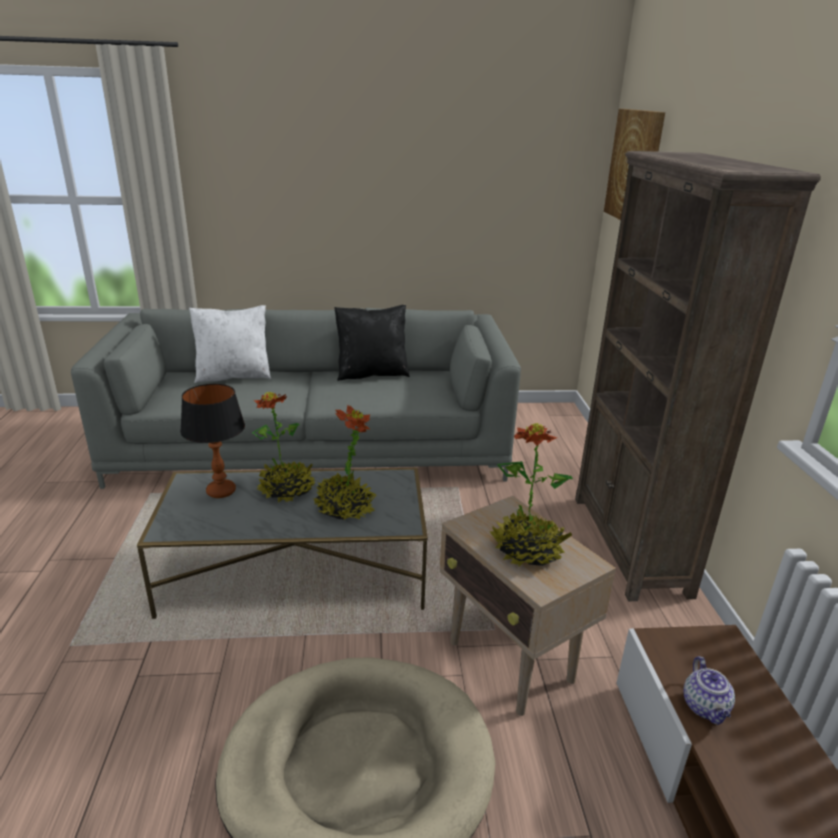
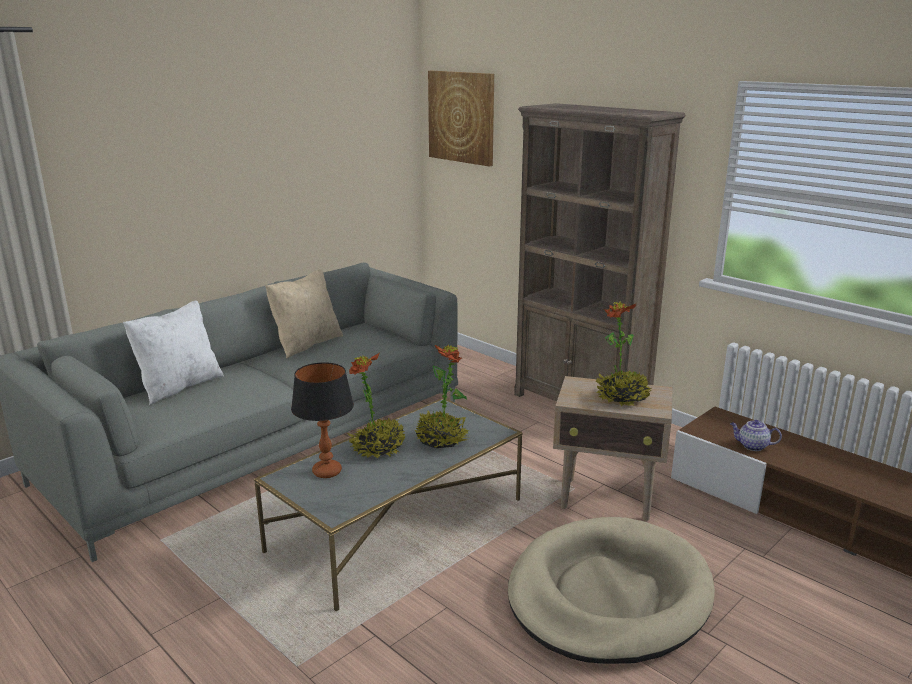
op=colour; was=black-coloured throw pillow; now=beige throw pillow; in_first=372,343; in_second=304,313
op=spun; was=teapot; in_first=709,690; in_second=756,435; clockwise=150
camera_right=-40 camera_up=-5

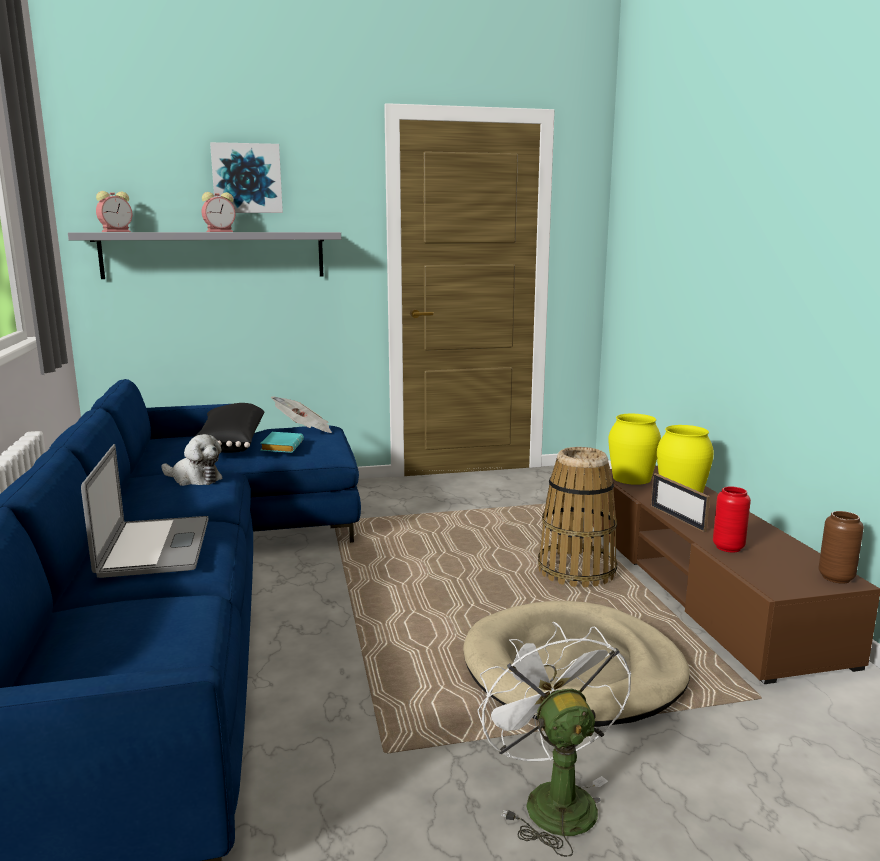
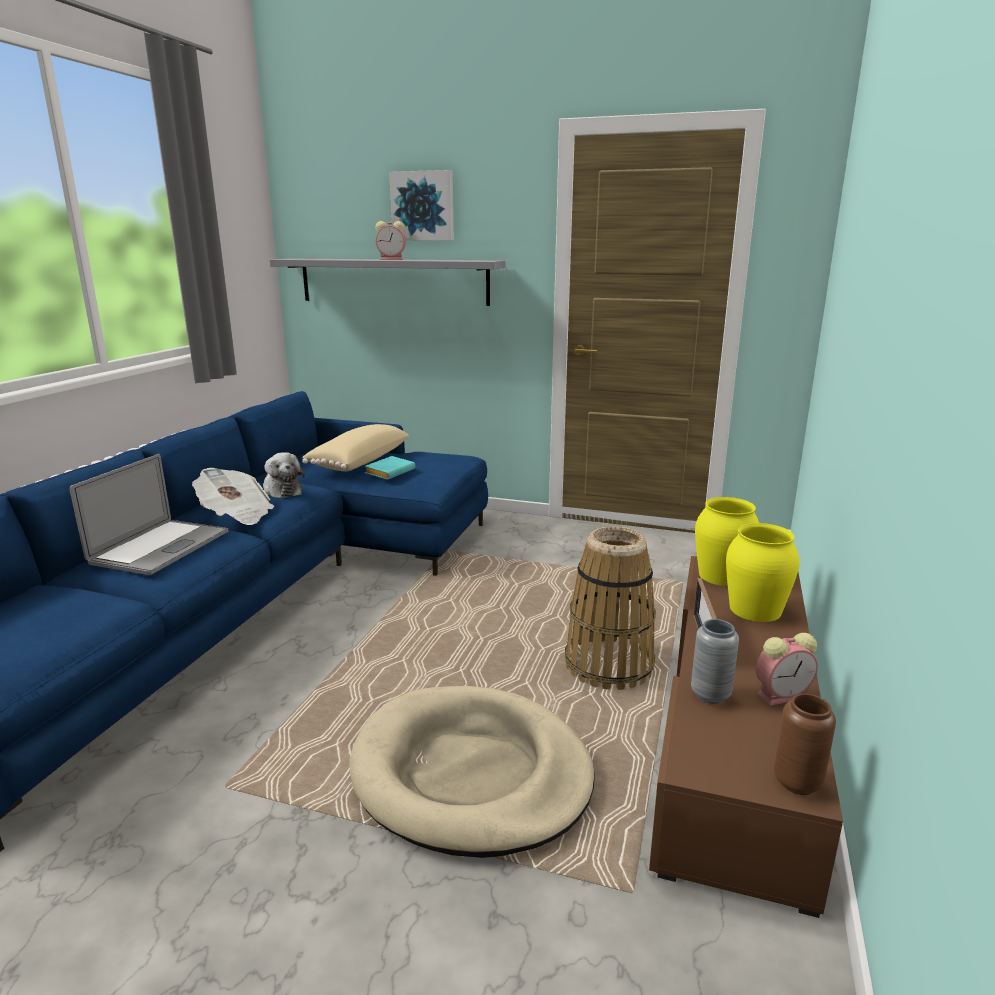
op=relocated; was=table clock; in_first=114,211; in_second=787,669
op=colour; was=black-coloured throw pillow; now=beige throw pillow; in_first=230,428; in_second=355,447
op=relocated; was=printed paper; in_first=301,414; in_second=233,496
op=missing; was=white-coloured electric fan; in_first=554,739
op=colour; was=red decorative vase; now=grey decorative vase; in_first=732,519; in_second=715,661
camera_right=30 camera_up=5

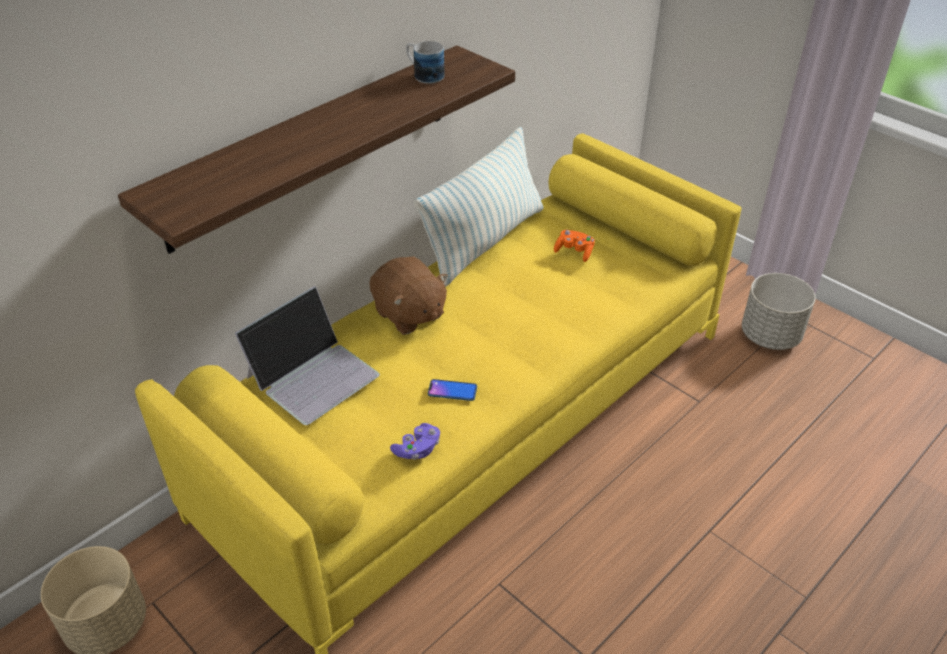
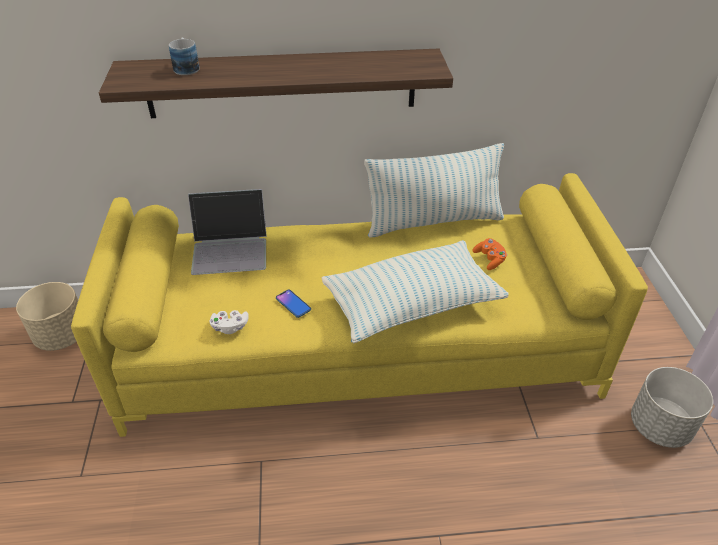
op=missing; was=brown-coloured plush toy; in_first=408,295
op=colour; was=purple-coloured game controller; now=white-coloured game controller; in_first=415,441; in_second=229,322
op=relocated; was=tea mug; in_first=425,62; in_second=184,56
op=appeared; now=throw pillow; in_second=415,291
camera_right=40 camera_up=0

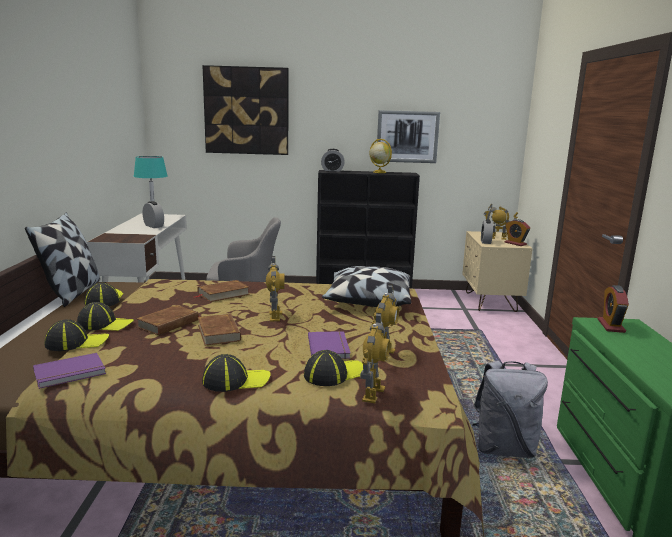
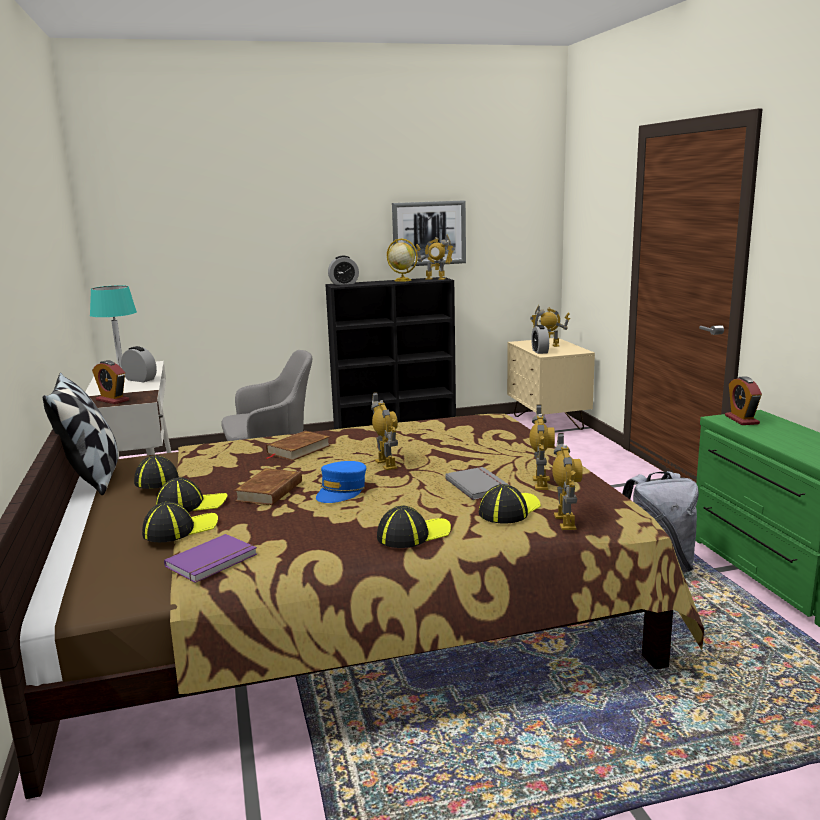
op=exchanged; was=brown-coloured book; now=blue cap; in_first=219,330; in_second=341,482
op=missing; was=wall art; in_first=245,110
op=colour; was=purple-coloured book; now=grey book; in_first=329,345; in_second=477,483
op=missing; was=throw pillow; in_first=366,286
op=relocated; was=table clock; in_first=517,232; in_second=110,382
op=appeared; now=robot figure; in_second=435,257
camera_right=-15 camera_up=0

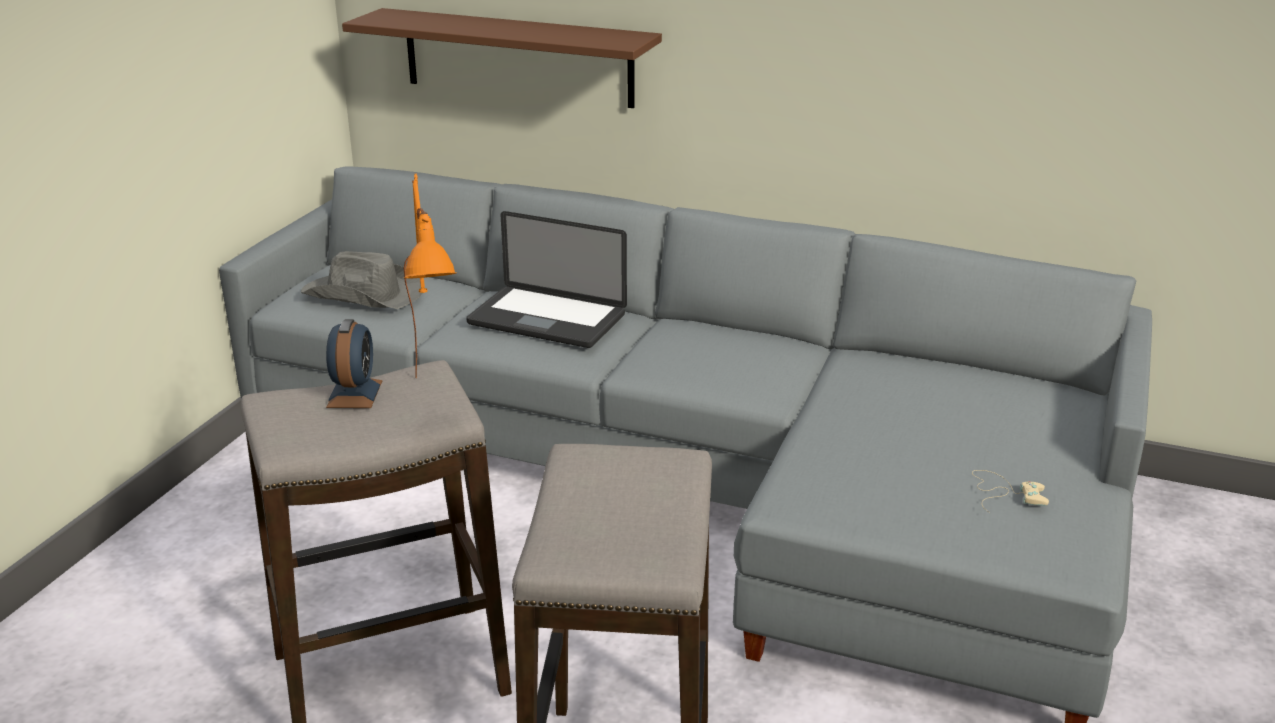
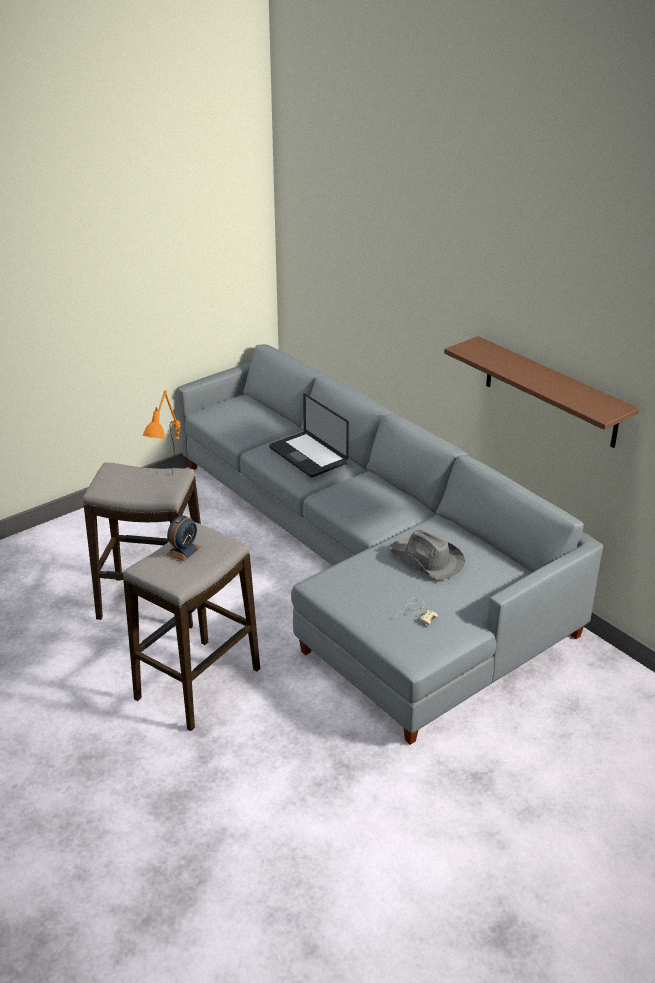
op=relocated; was=grey wearable hat; in_first=362,280; in_second=427,555
op=relocated; was=table clock; in_first=354,363; in_second=183,538
op=relocated; was=brown-coloured shelf; in_first=502,58; in_second=541,392
camera_right=30 camera_up=5

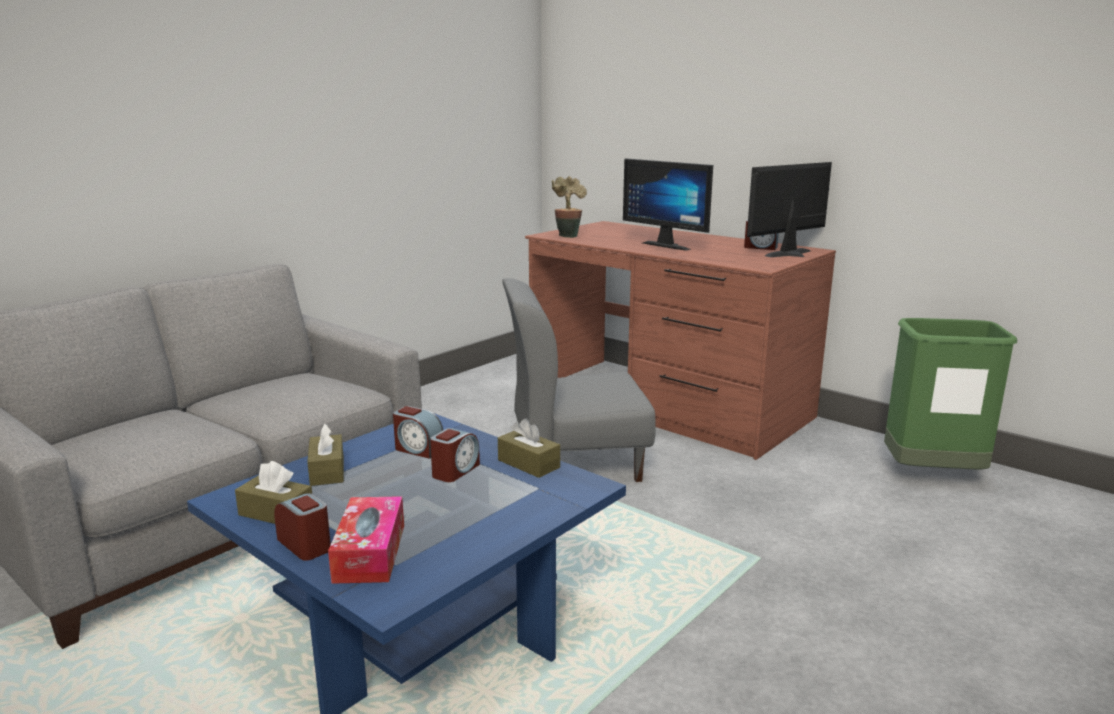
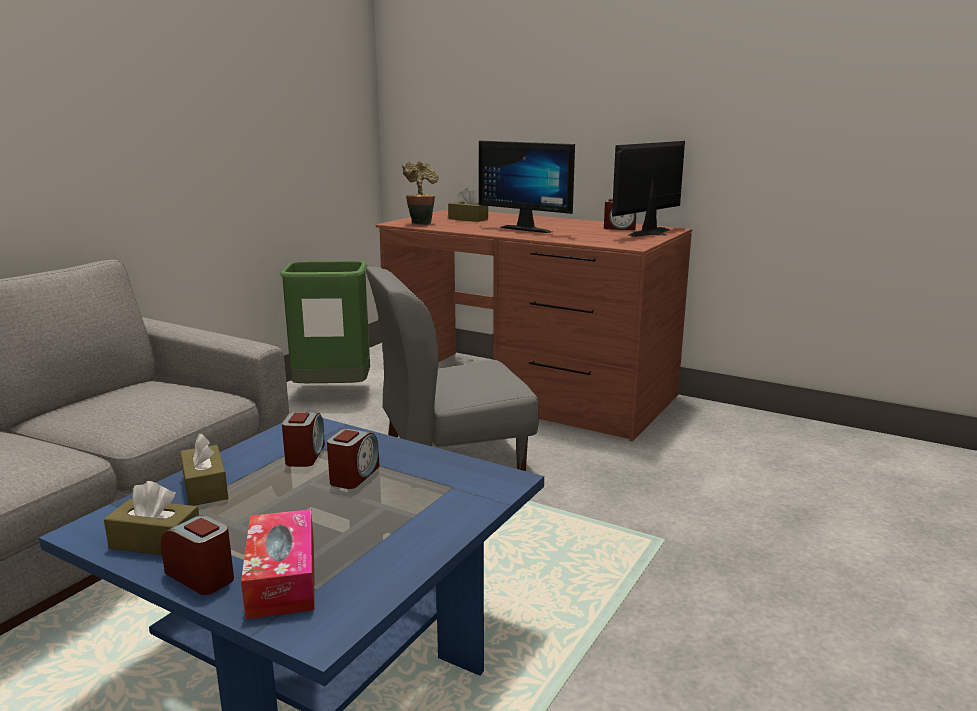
op=spun; was=table clock; in_first=418,432; in_second=303,439; clockwise=-105
op=relocated; was=brown-coloured tissue holder; in_first=529,448; in_second=468,205
op=relocated; was=green-coloured rubbish bin; in_first=950,393; in_second=325,322
camera_right=-10 camera_up=0

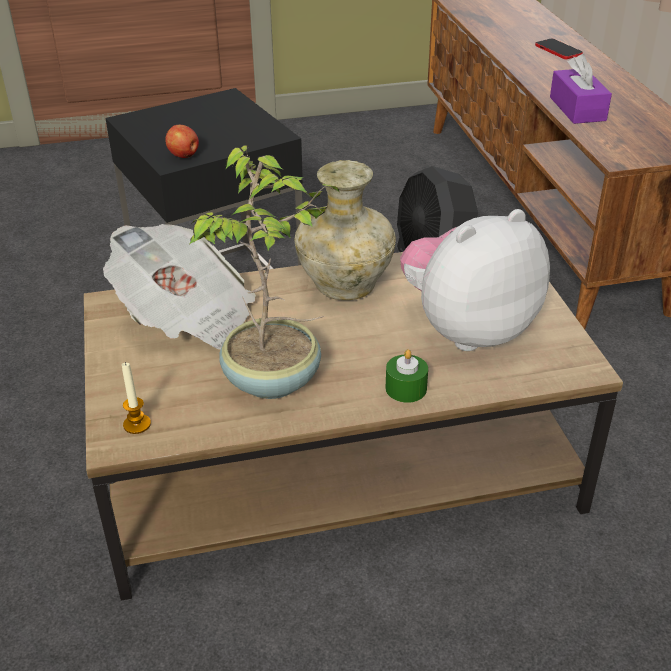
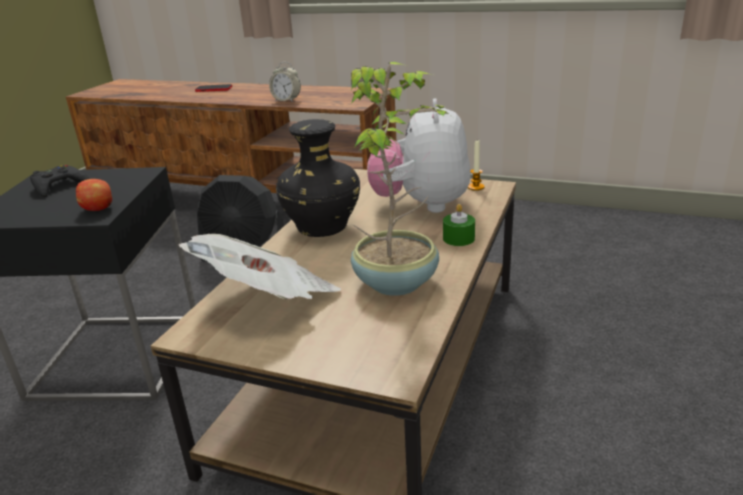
op=relocated; was=candle; in_first=136,398; in_second=476,166
op=colour; was=beige decorative vase; now=black-coloured decorative vase; in_first=345,230; in_second=318,178
op=exchanged; was=purple-coloured tissue holder; now=table clock; in_first=581,89; in_second=285,82
op=appeared; now=black-coloured game controller; in_second=59,181
camera_right=-55 camera_up=-10

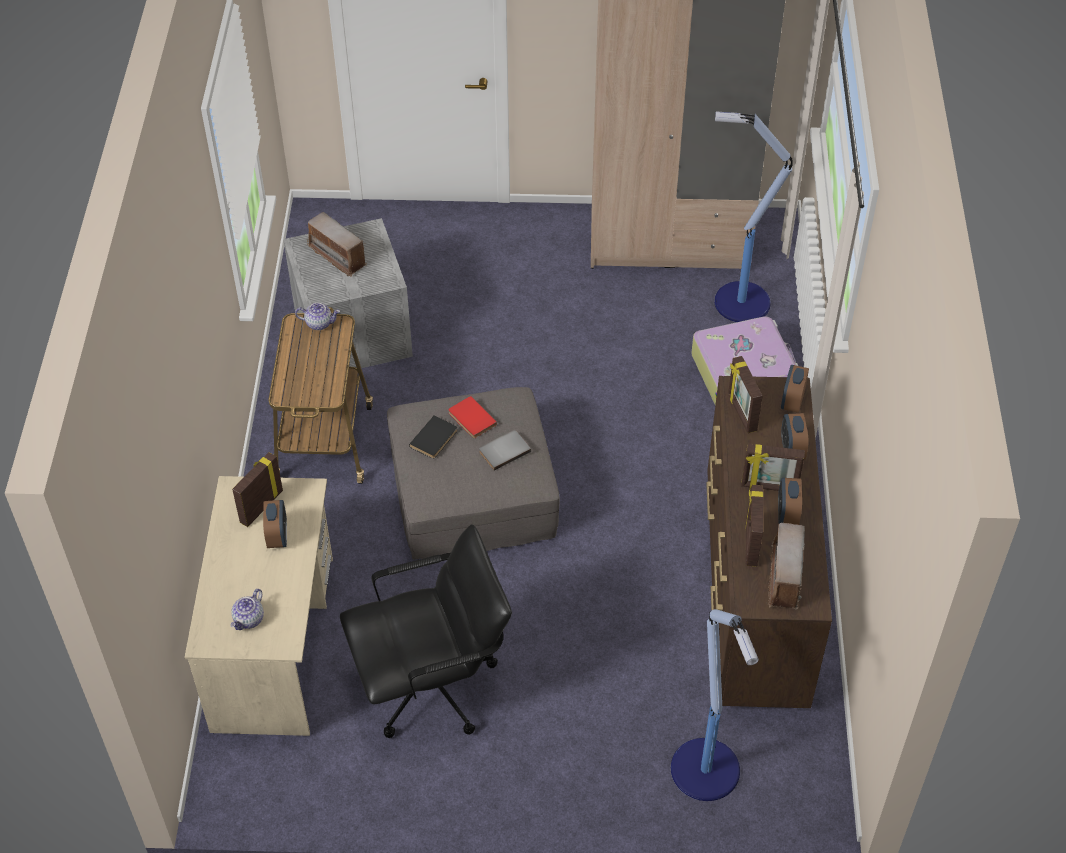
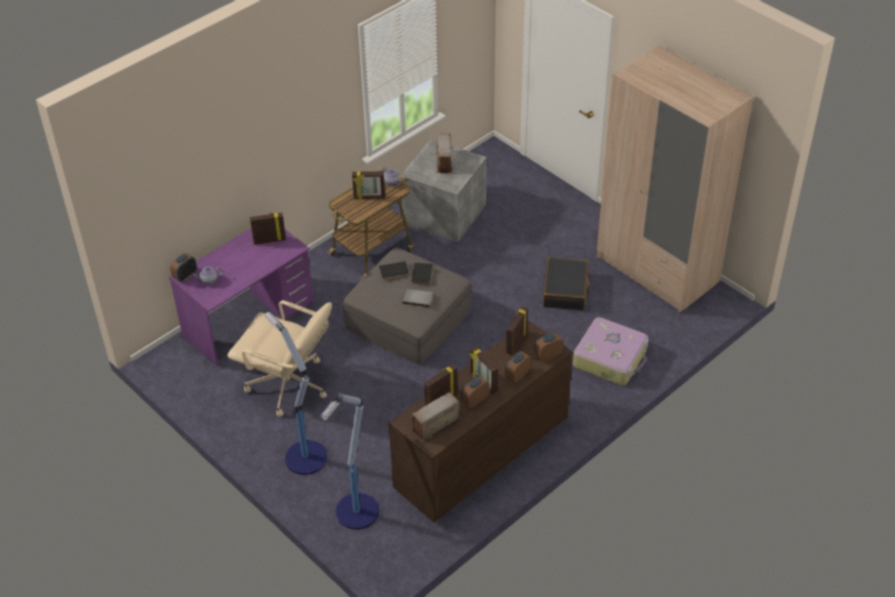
op=colour; was=beige desk table; now=purple-coloured desk table; in_first=258,606; in_second=241,297
op=relocated; was=table clock; in_first=275,524; in_second=183,267
op=colour; was=black-coloured office chair; now=beige office chair; in_first=426,631; in_second=279,358
op=colour; was=red book; now=black-coloured book; in_first=472,417; in_second=422,274
op=relocated; was=floor lamp; in_first=753,217; in_second=296,393
op=appeared; now=picture frame; in_second=368,185
op=appeared; now=black-coloured suitcase; in_second=566,284
camera_right=45 camera_up=-5

